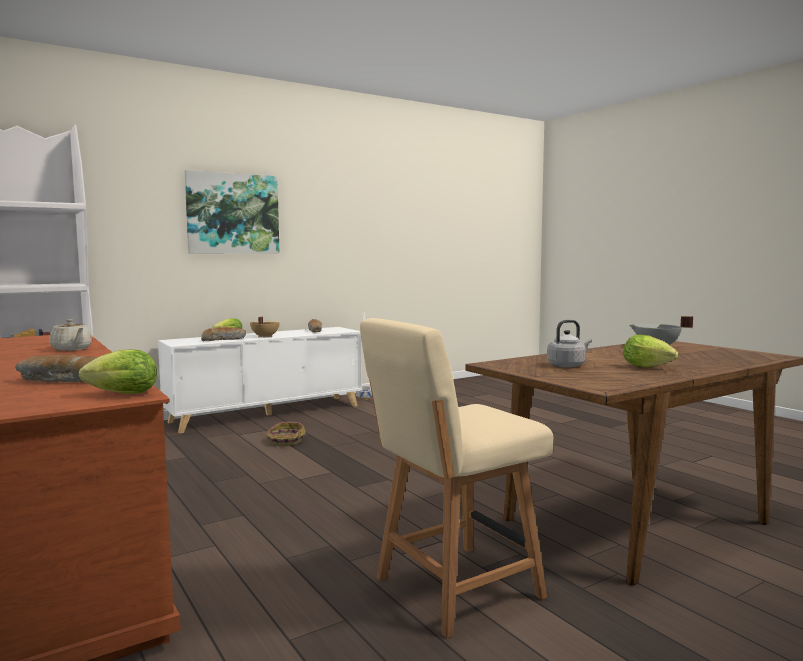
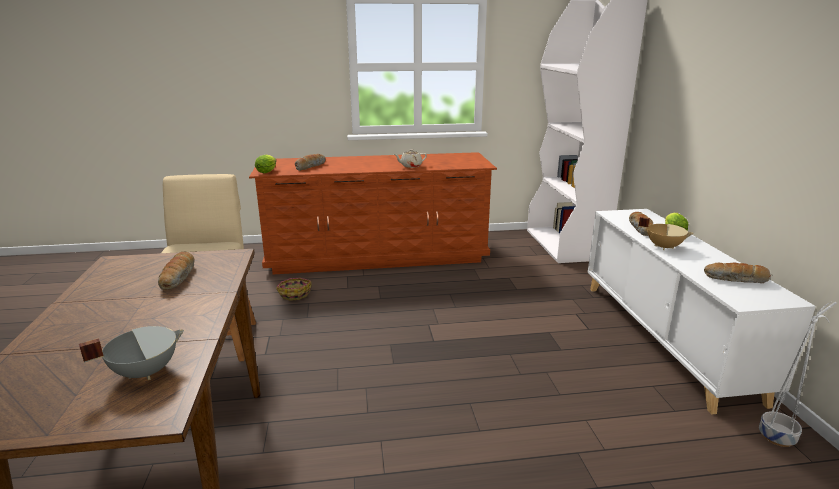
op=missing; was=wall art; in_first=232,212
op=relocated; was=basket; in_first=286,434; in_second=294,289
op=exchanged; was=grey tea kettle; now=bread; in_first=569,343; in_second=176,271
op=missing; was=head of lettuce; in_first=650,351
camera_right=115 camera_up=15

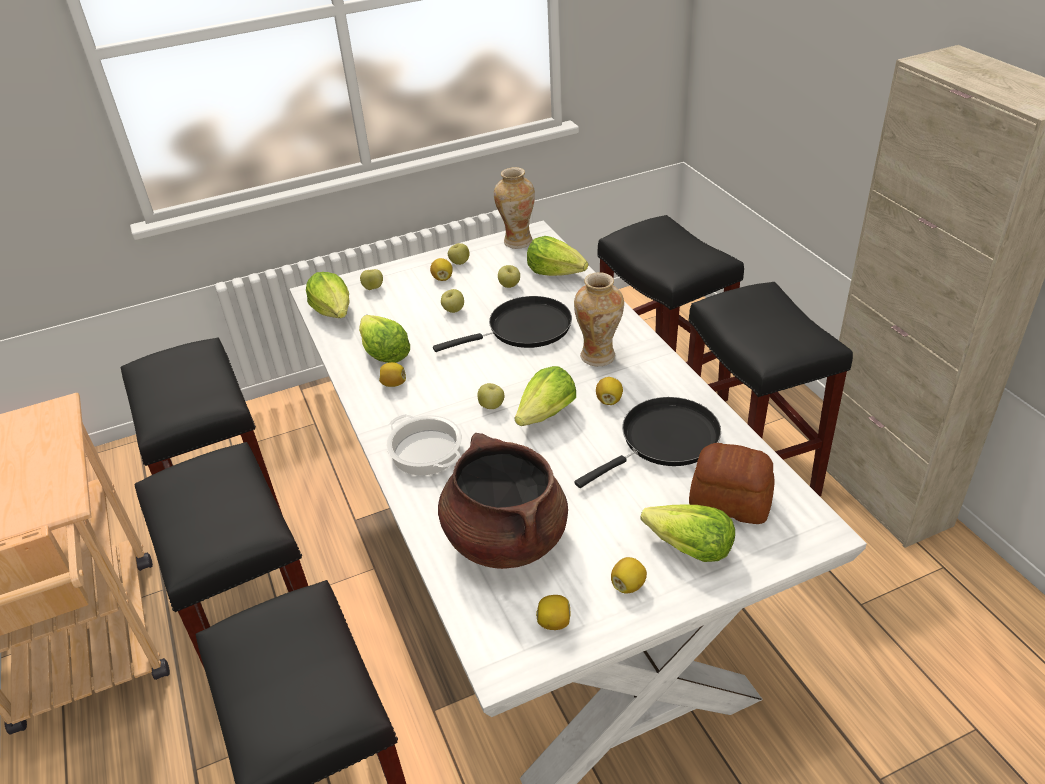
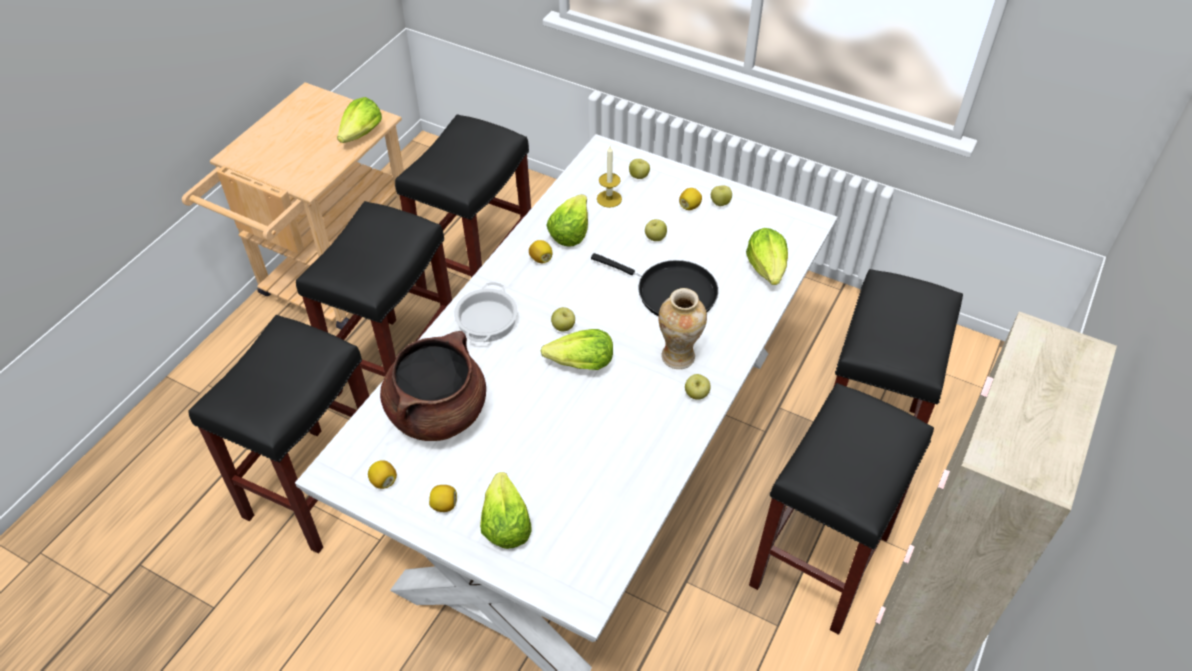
op=relocated; was=head of lettuce; in_first=328,295; in_second=359,120
op=missing; was=decorative vase; in_first=514,208
op=relocated; was=apple; in_first=509,276; in_second=698,387
op=missing; was=black-coloured skillet; in_first=647,442
op=missing; was=whole lemon; in_first=609,391
op=missing; was=bread; in_first=731,483
op=appeared; now=candle; in_second=609,177
camera_right=50 camera_up=10

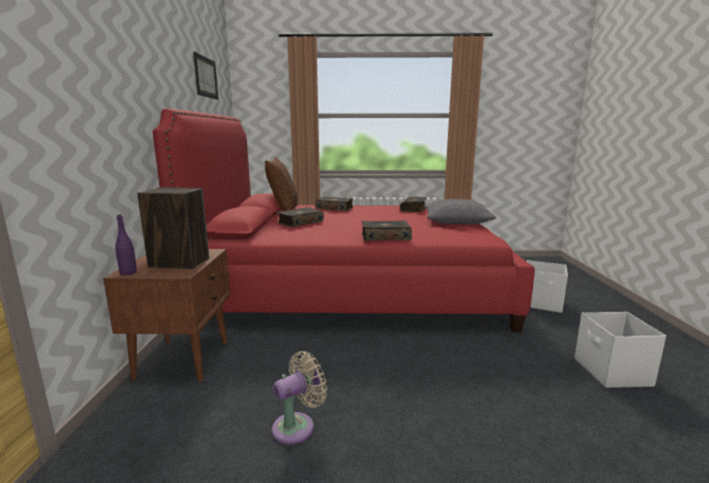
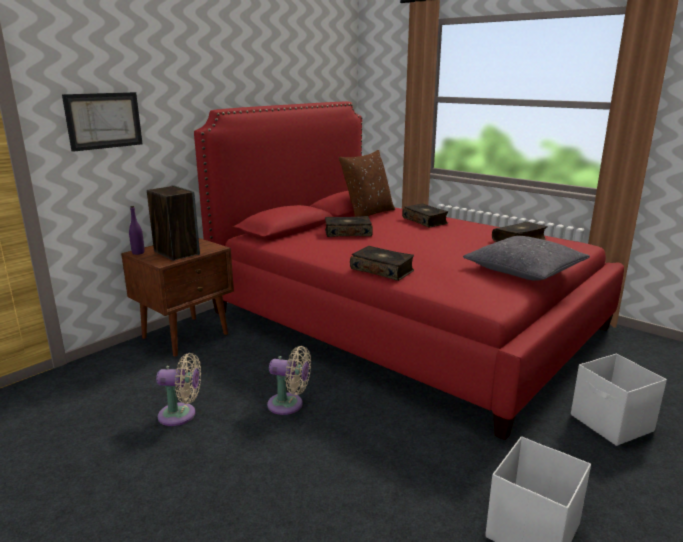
op=relocated; was=wall art; in_first=205,76; in_second=102,122
op=appeared; now=beige electric fan; in_second=289,380
camera_right=40 camera_up=5

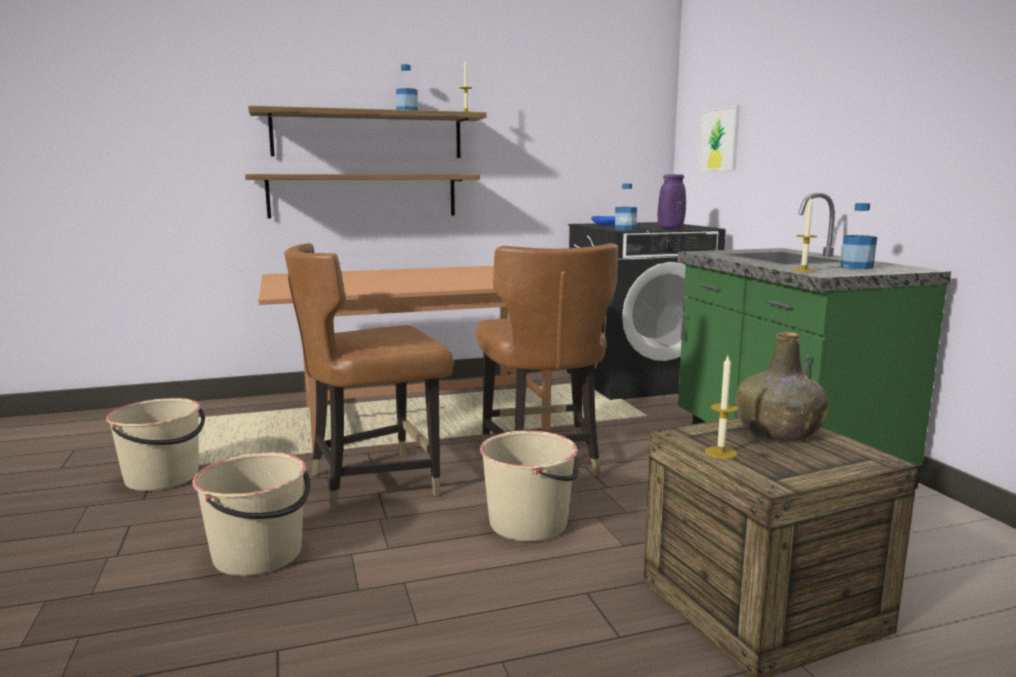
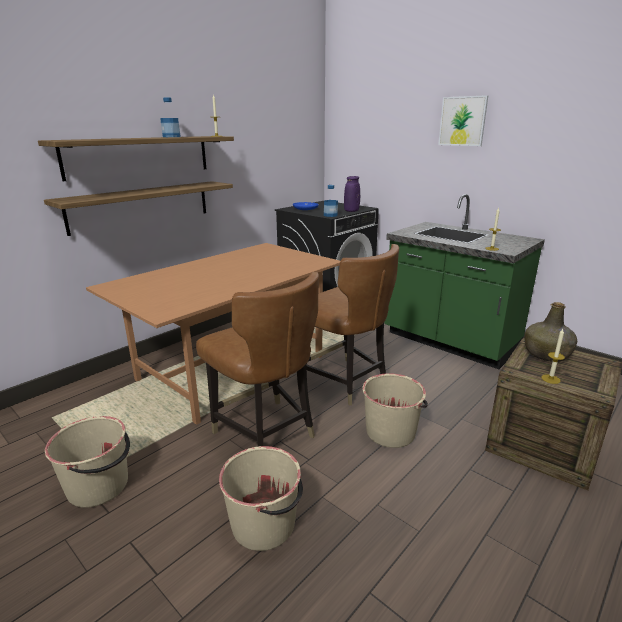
op=spun; was=brown-coloured upright chair; in_first=368,377; in_second=257,359; clockwise=-75
op=relocated; was=wall art; in_first=719,138; in_second=463,120
op=missing; was=beverage bottle; in_first=858,236
camera_right=-30 camera_up=10

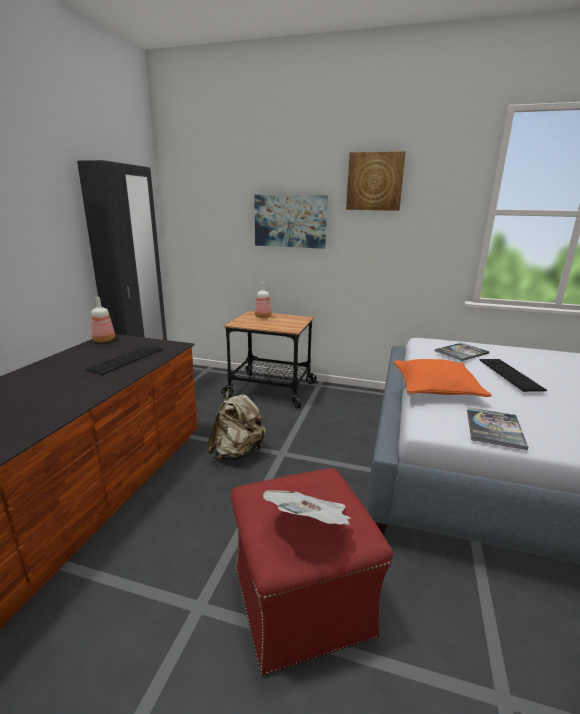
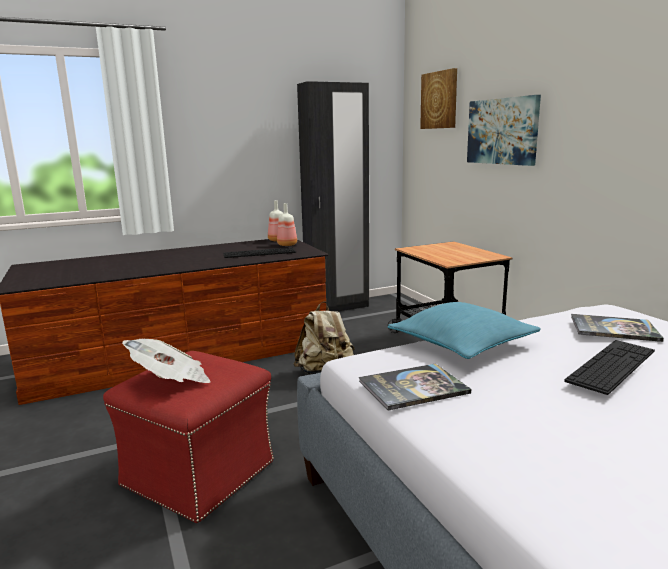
op=relocated; was=beverage bottle; in_first=263,300; in_second=287,224
op=relocated; was=wall art; in_first=376,181; in_second=438,98
op=colour; was=orange throw pillow; now=turquoise throw pillow; in_first=442,378; in_second=464,330
camera_right=50 camera_up=-5

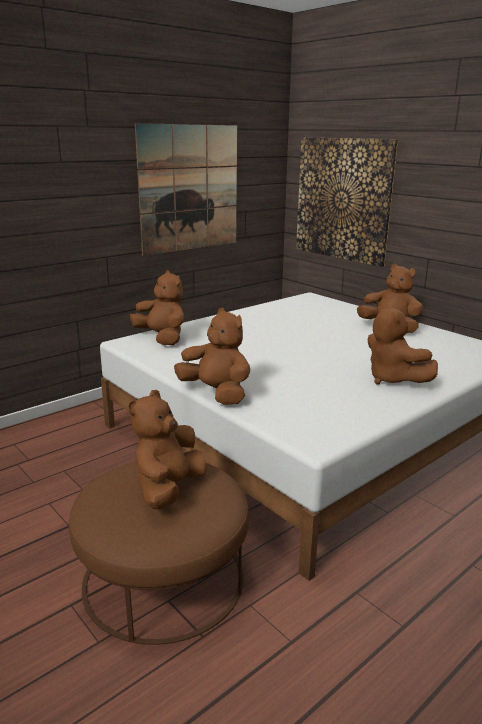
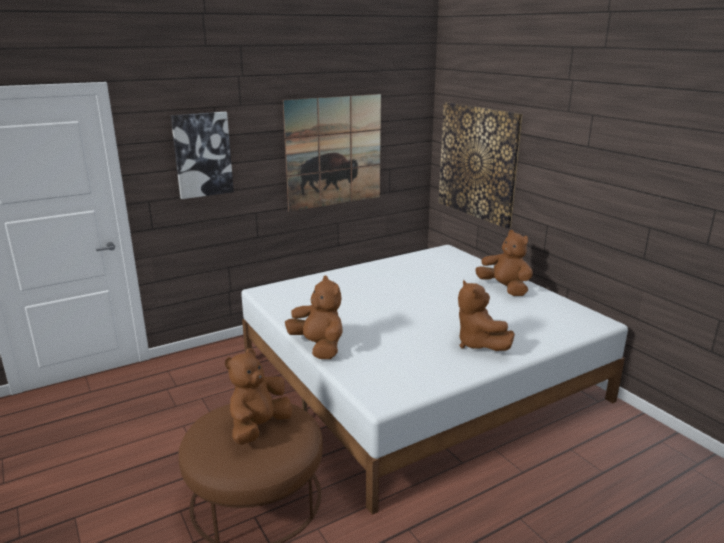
op=missing; was=brown-coloured plush toy; in_first=157,307
op=appeared; now=wall art; in_second=202,155
camera_right=10 camera_up=0

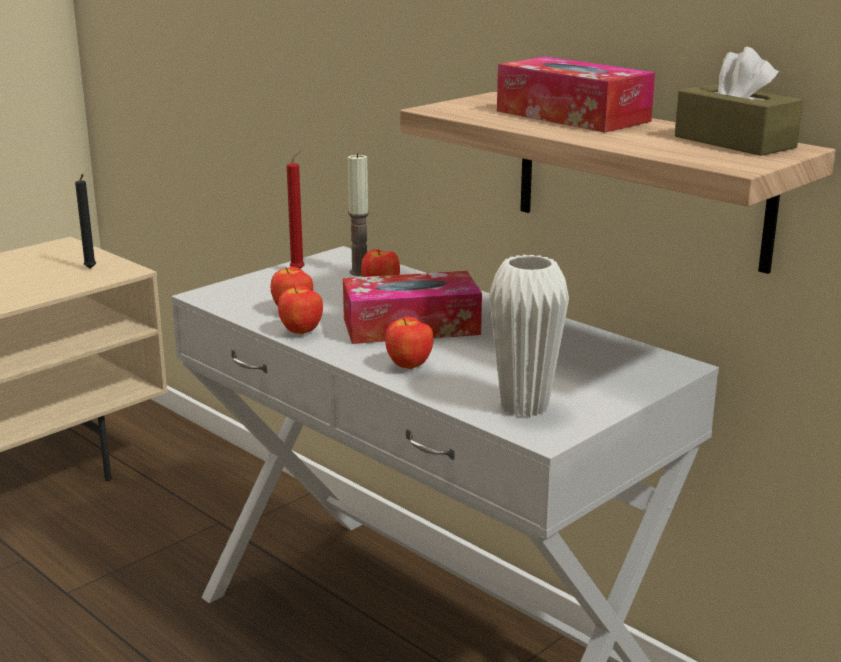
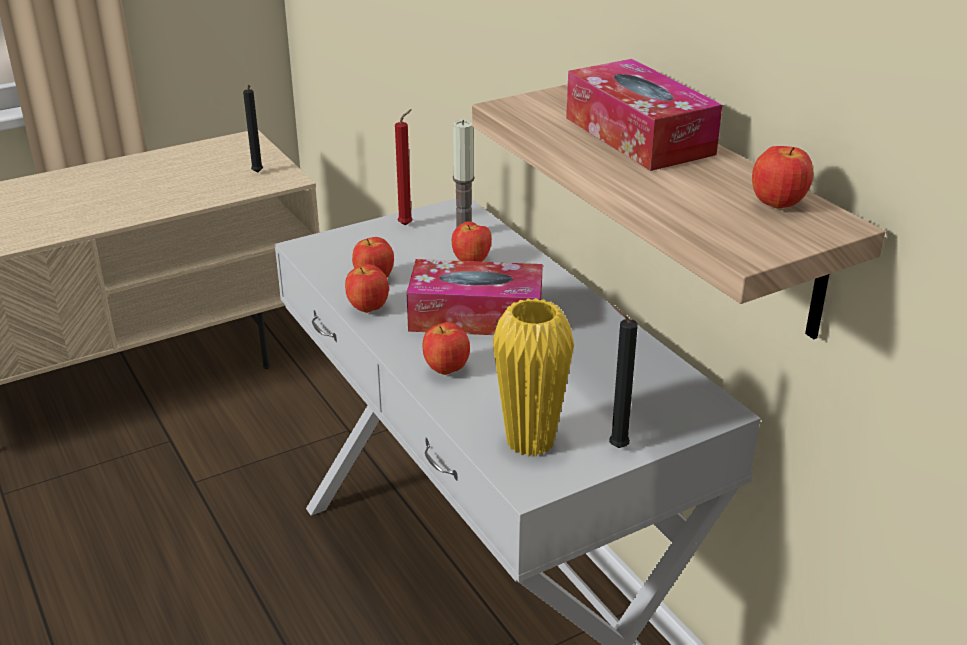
op=colour; was=white-coloured decorative vase; now=yellowish decorative vase; in_first=529,336; in_second=533,377
op=exchanged; was=brown-coloured tissue holder; now=apple; in_first=739,101; in_second=782,177
op=appeared; now=black-coloured candle; in_second=623,376
camera_right=15 camera_up=10

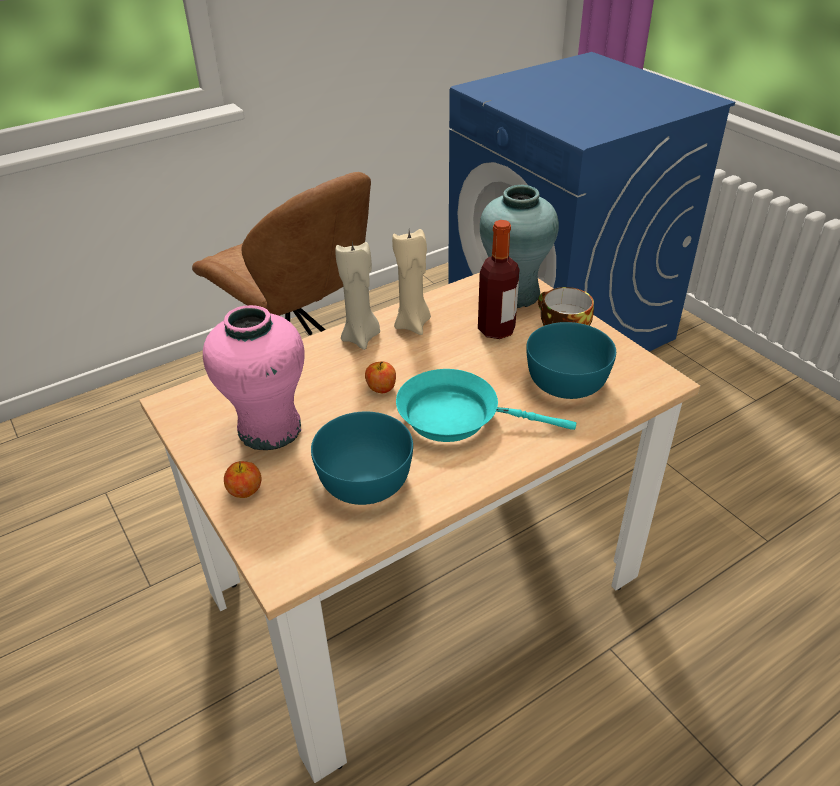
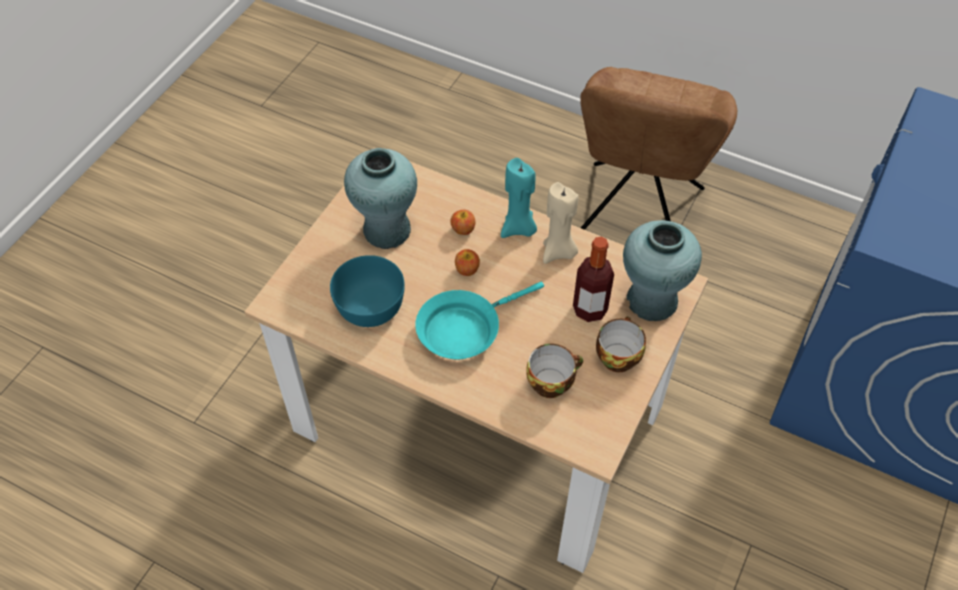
op=colour; was=pink-coloured decorative vase; now=turquoise decorative vase; in_first=254,377; in_second=380,198
op=relocated; was=apple; in_first=242,479; in_second=462,222
op=colour; was=beige candle; now=turquoise candle; in_first=357,296; in_second=519,198
op=spun; was=turquoise skillet; in_first=486,405; in_second=479,320; clockwise=-105
op=exchanged; was=turquoise serving bowl; now=cup; in_first=571,360; in_second=554,371
camera_right=60 camera_up=15

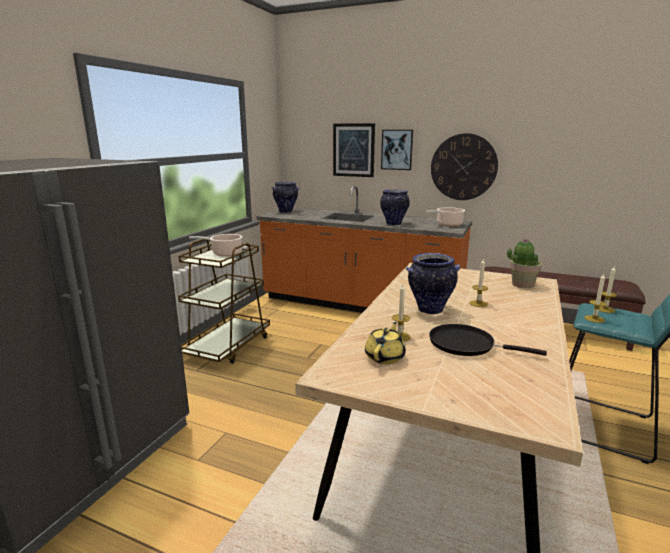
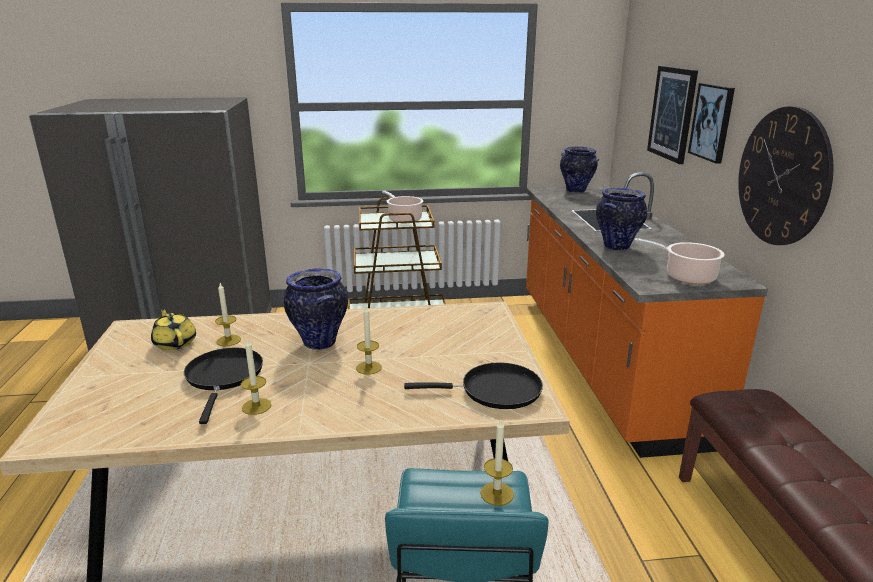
op=spun; was=yellowish teapot; in_first=385,343; in_second=173,329; clockwise=-120
op=exchanged; was=plant in a pot; now=black-coloured skillet; in_first=524,263; in_second=473,385
op=relocated; was=candle; in_first=596,298; in_second=256,376
camera_right=60 camera_up=5

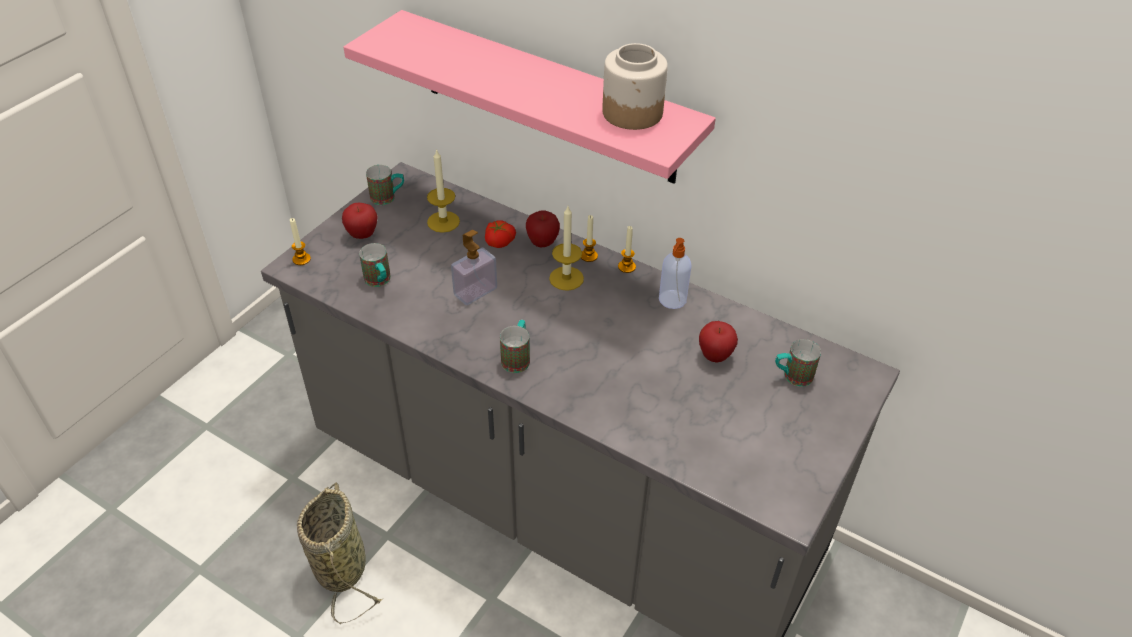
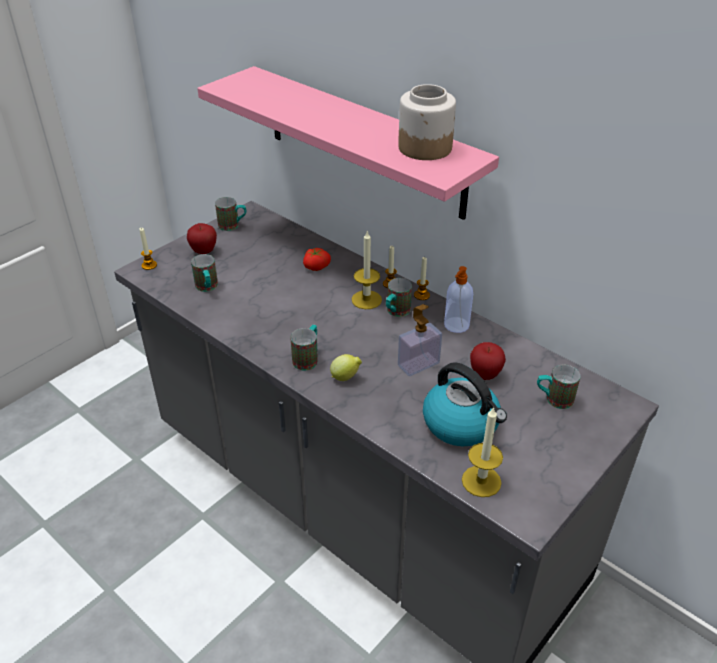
op=missing; was=basket; in_first=339,553
op=relocated; was=candle; in_first=443,191; in_second=482,451
op=relocated; was=liquid soap bottle; in_first=474,267; in_second=420,340
op=missing; was=apple; in_first=543,229
op=appeared; now=whole lemon; in_second=346,367
op=appeared; now=tea mug; in_second=399,297
op=appeared; now=tea kettle; in_second=465,404
camera_right=10 camera_up=-5

